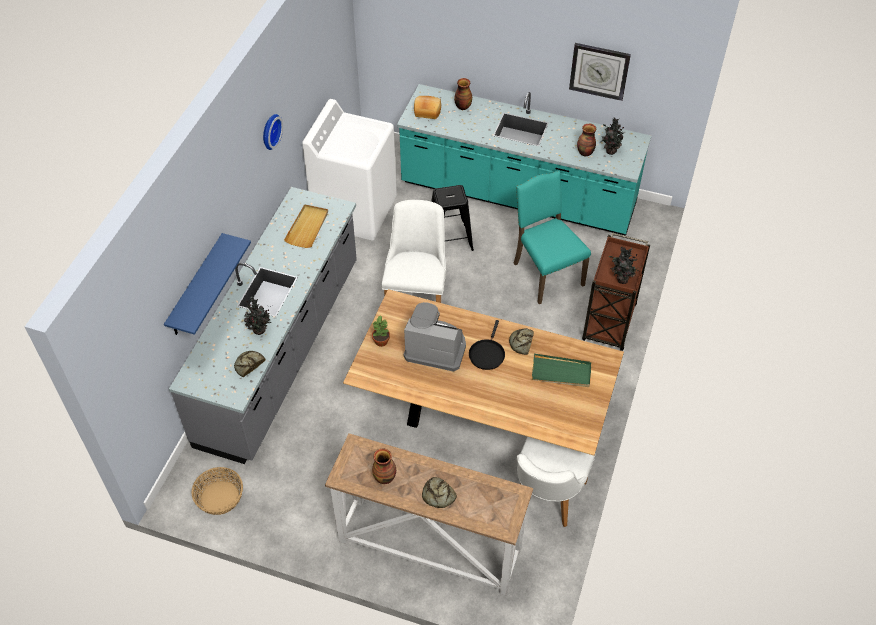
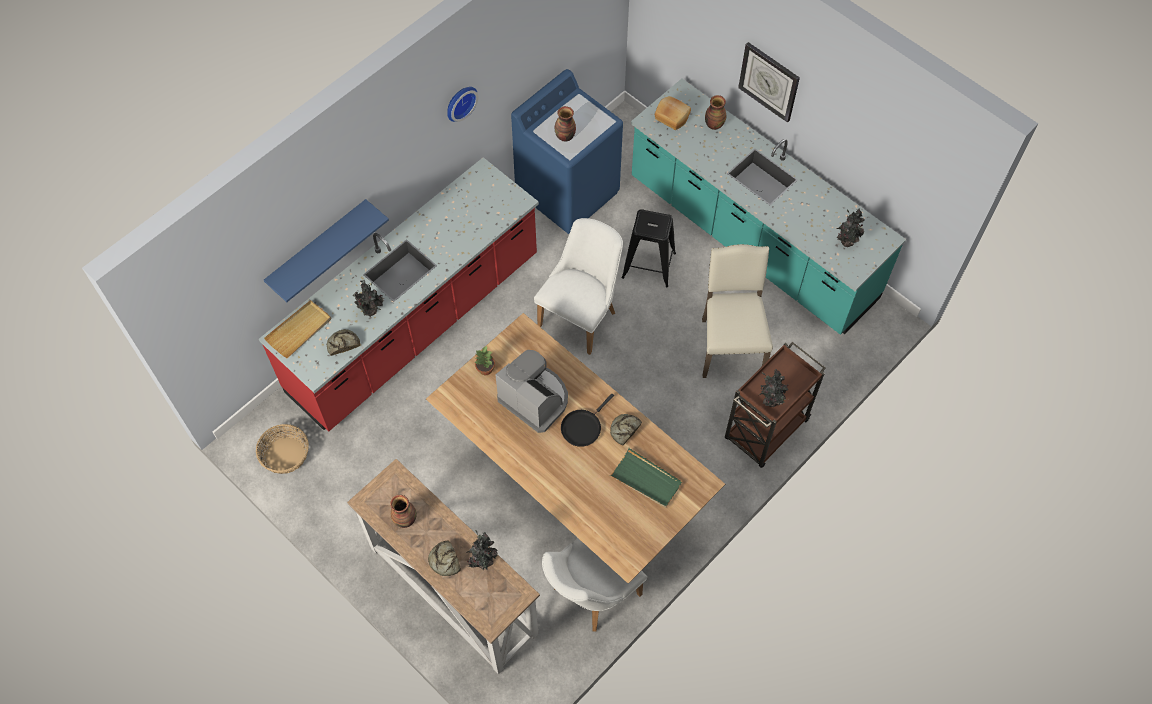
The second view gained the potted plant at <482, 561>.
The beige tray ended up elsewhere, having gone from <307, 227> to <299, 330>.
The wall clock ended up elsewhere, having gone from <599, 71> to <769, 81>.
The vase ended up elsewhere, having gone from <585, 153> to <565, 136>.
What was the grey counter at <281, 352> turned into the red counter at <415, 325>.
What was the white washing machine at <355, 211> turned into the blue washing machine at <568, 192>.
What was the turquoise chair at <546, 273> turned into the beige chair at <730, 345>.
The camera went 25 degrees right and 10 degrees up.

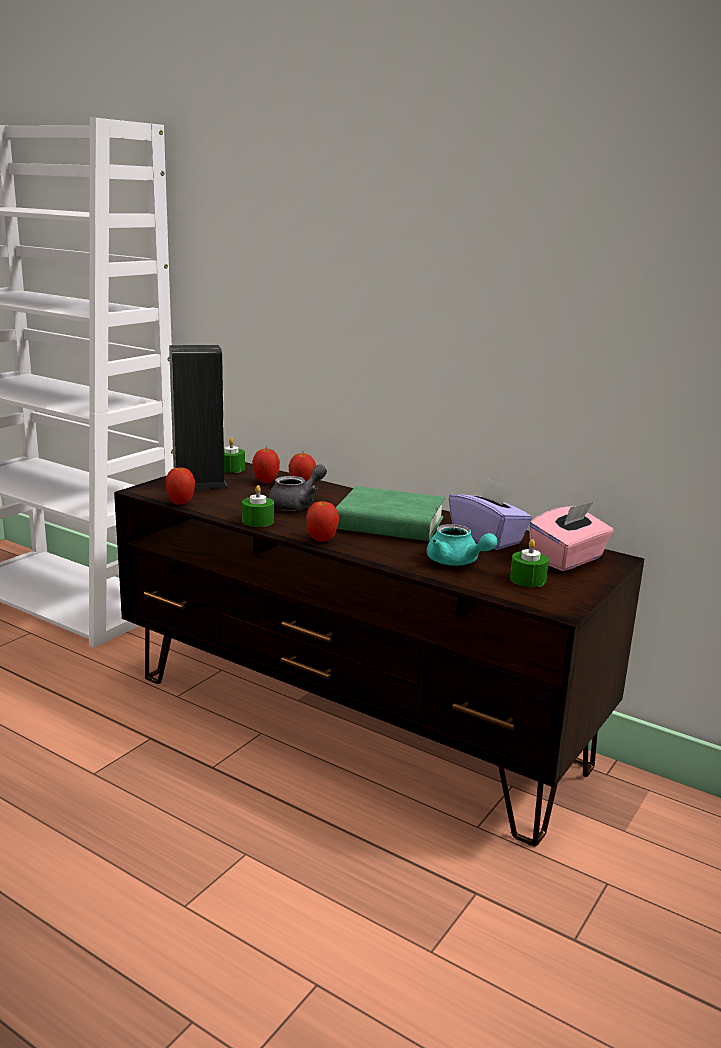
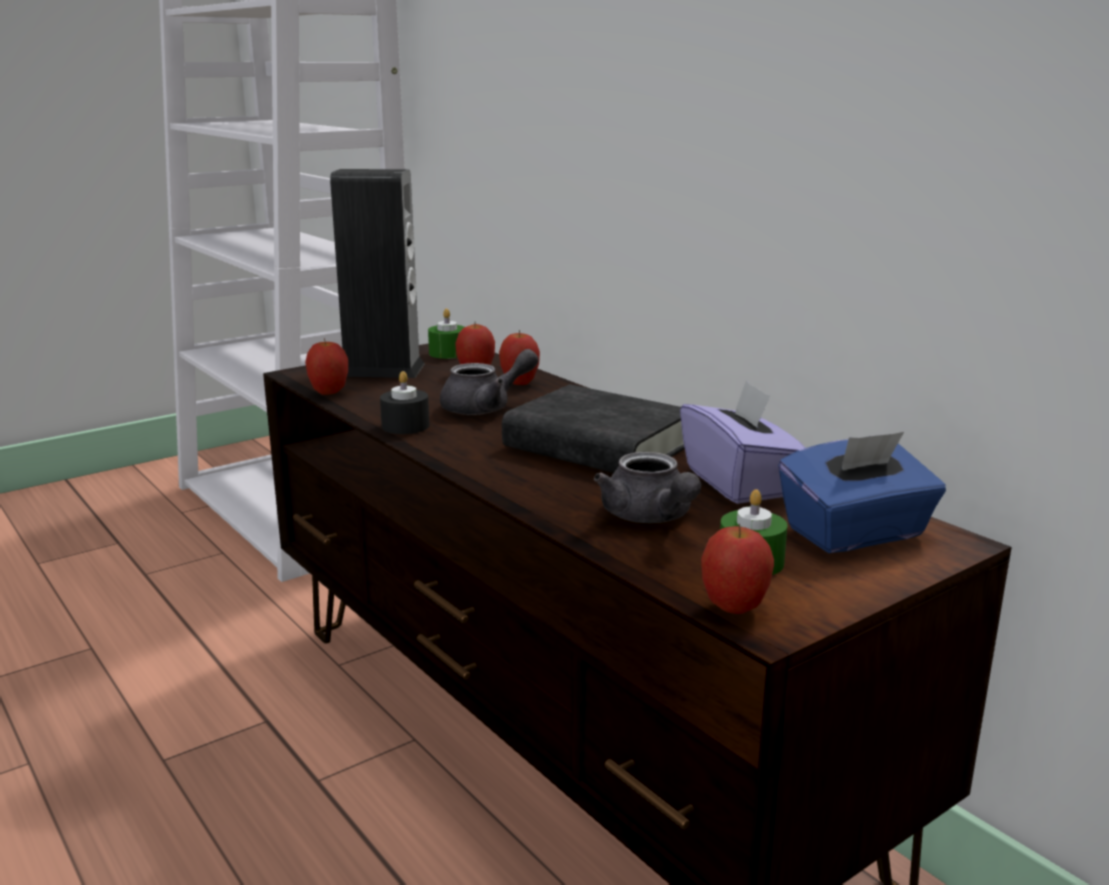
The apple ended up elsewhere, having gone from <322, 540> to <734, 609>.
What was the green candle at <258, 521> turned into the black candle at <405, 426>.
What was the green book at <390, 524> turned into the black book at <598, 446>.
What was the turquoise teapot at <457, 562> turned into the grey teapot at <650, 518>.
What was the pink tissue box at <568, 559> turned into the blue tissue box at <856, 533>.
The camera went 20 degrees right and 0 degrees up.

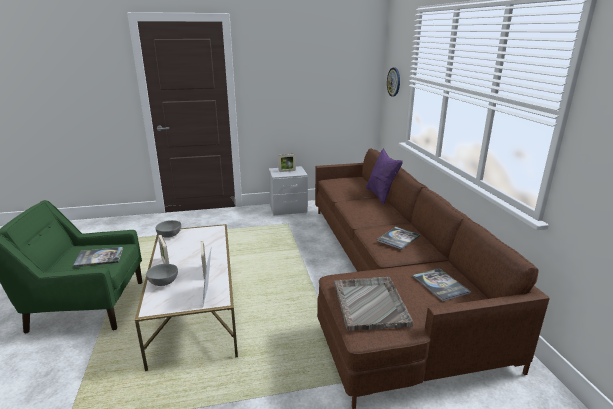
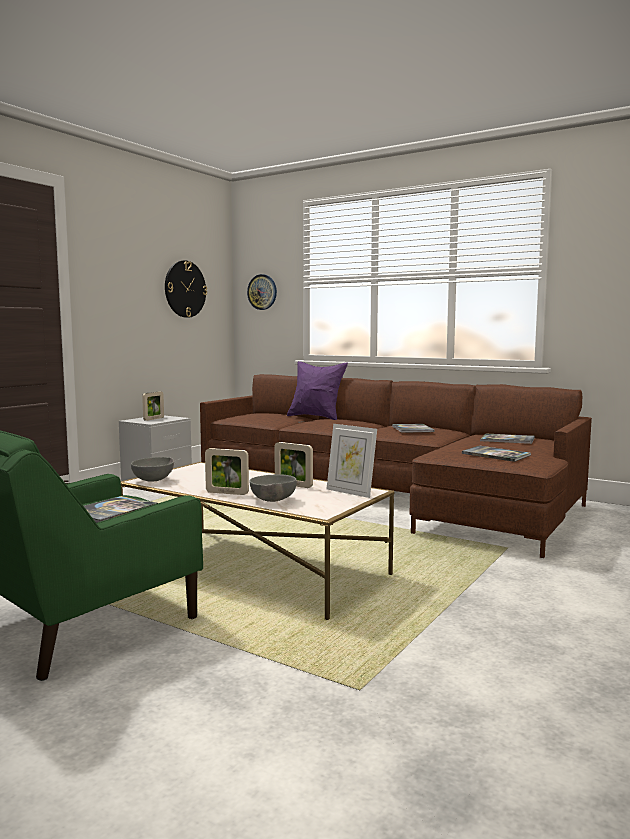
The second view gained the wall clock at <185, 289>.
Where the grey tray stood at <370, 303>, the book came to stand at <496, 455>.
The camera went 45 degrees left and 15 degrees down.

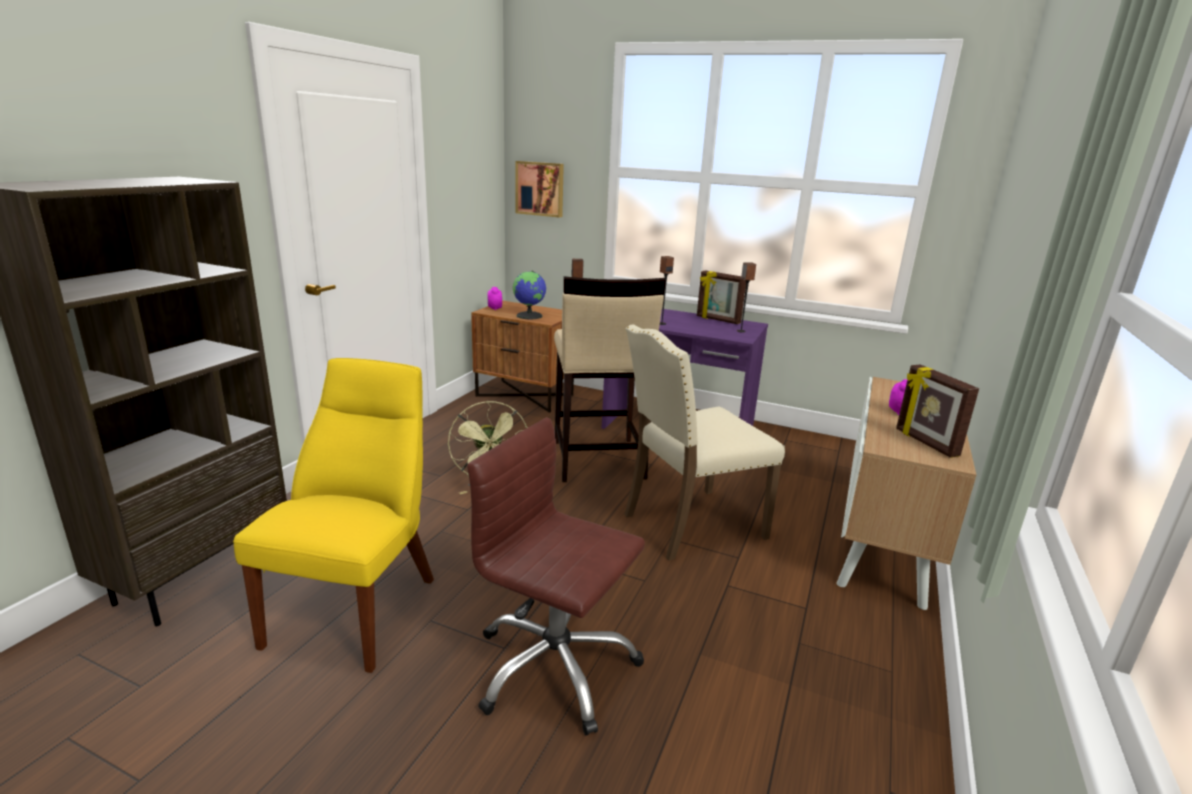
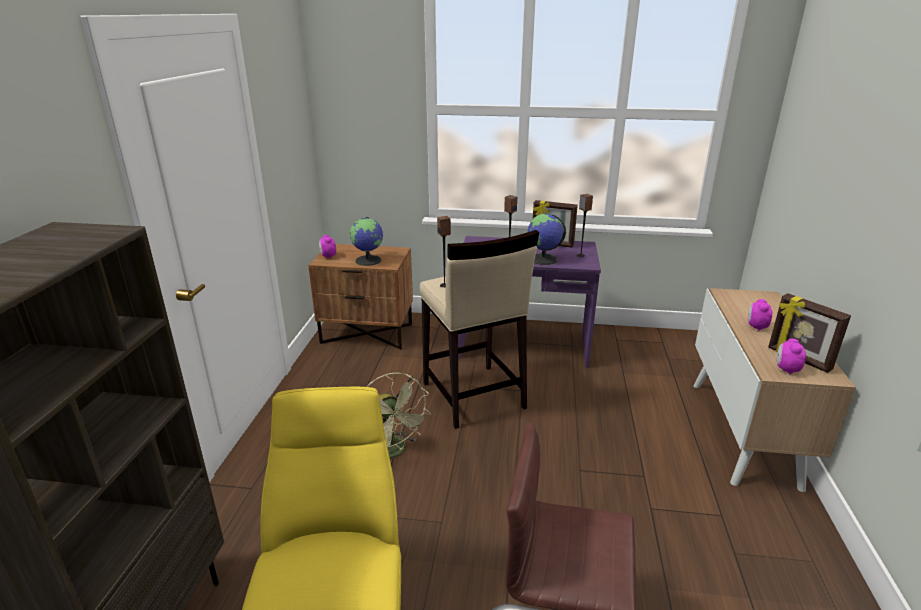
The second view lost the picture at <540, 189>.
The second view lost the beige chair at <690, 525>.
The second view gained the globe at <543, 259>.
The second view gained the alarm clock at <786, 369>.
The camera went 15 degrees left and 5 degrees up.

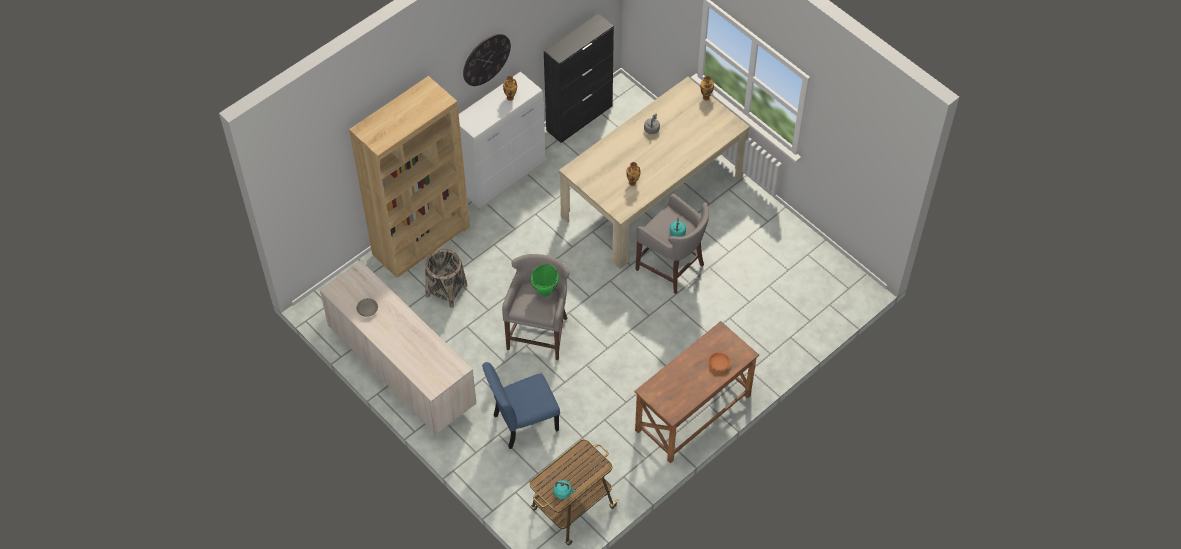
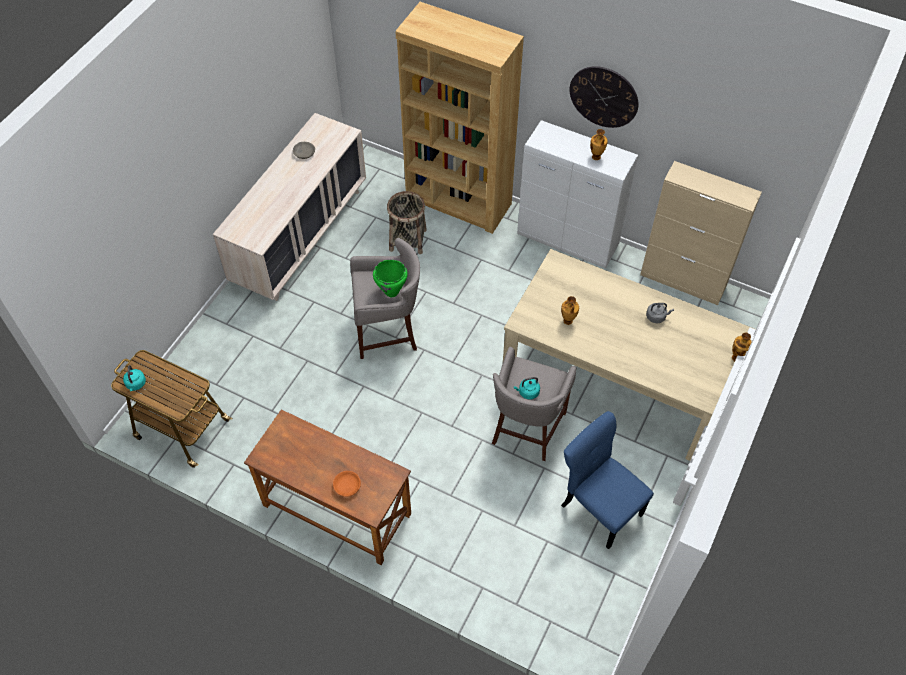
The blue chair ended up elsewhere, having gone from <523, 423> to <599, 507>.
What was the black cabinet at <580, 118> turned into the beige cabinet at <683, 281>.
The camera went 70 degrees right and 0 degrees up.

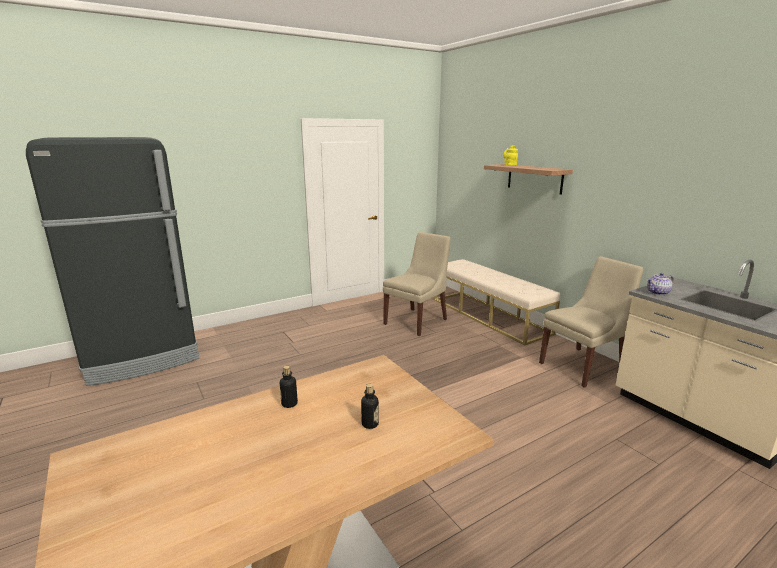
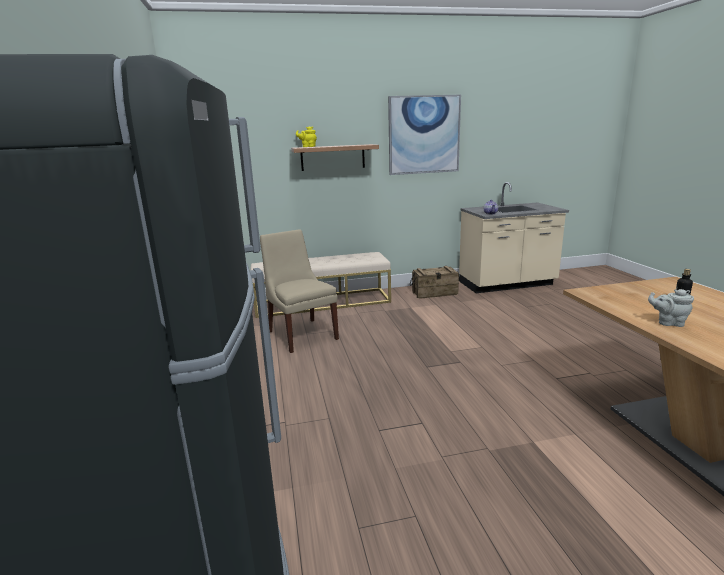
The second view gained the picture at <424, 135>.
Where the bottle stood at <289, 403>, the grey teapot came to stand at <668, 323>.
Where the beige chair stood at <583, 366>, the crate came to stand at <434, 293>.
The camera went 70 degrees left and 0 degrees up.

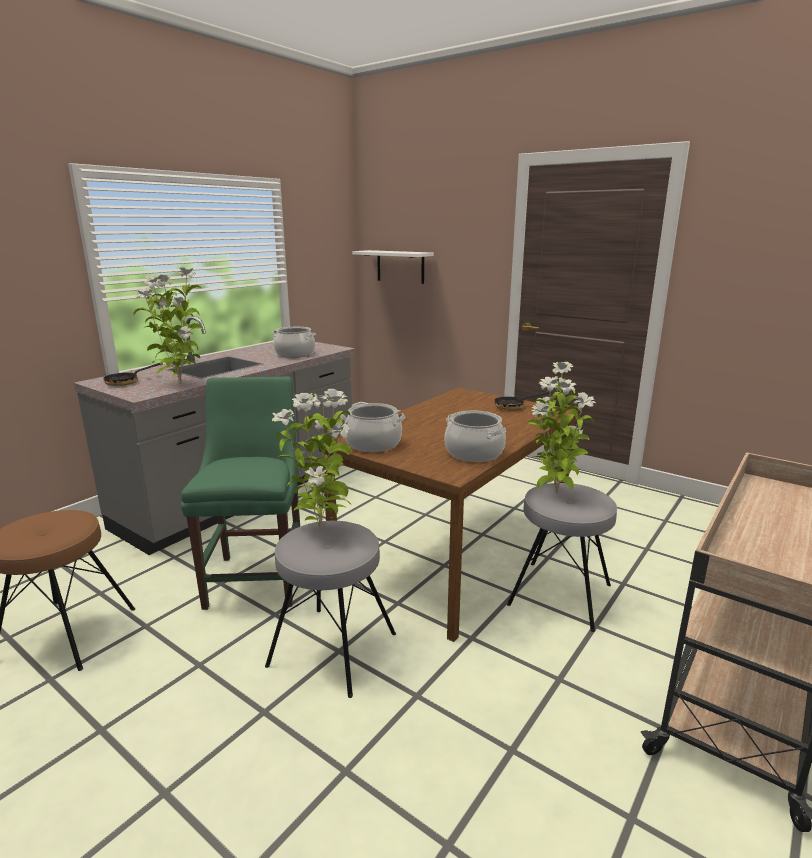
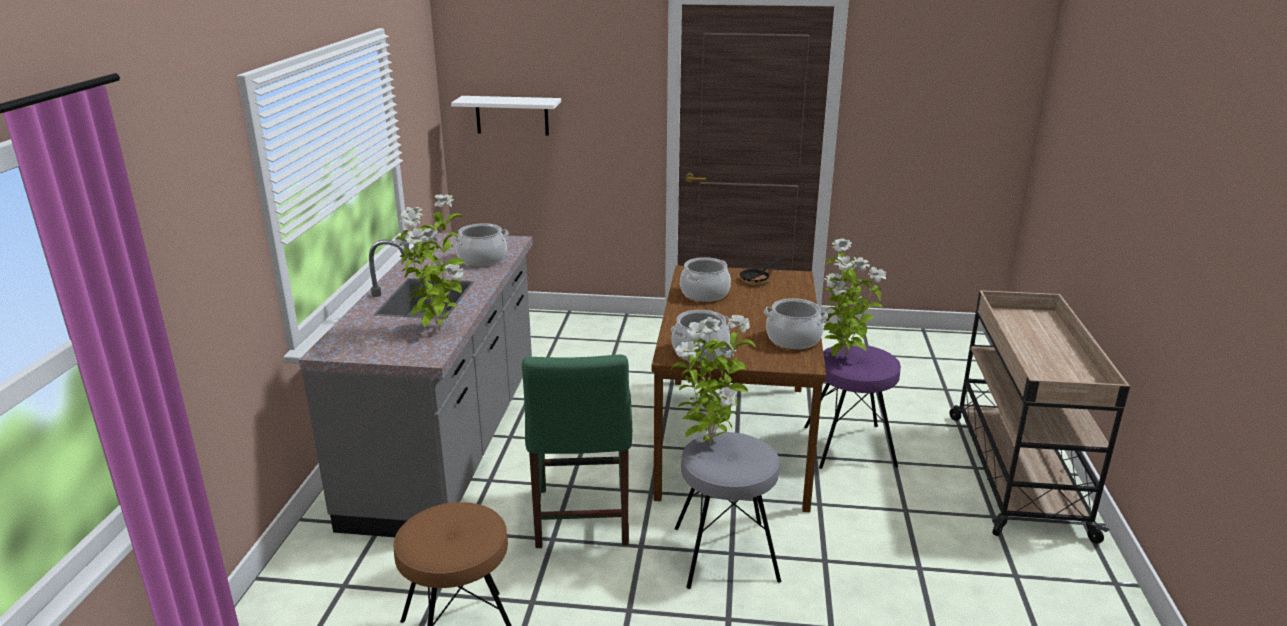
The second view lost the frying pan at <127, 382>.
The second view gained the cooking pot at <705, 294>.
What was the grey stool at <559, 594> turned into the purple stool at <849, 446>.
The green chair at <258, 577> ended up facing another way, 150 degrees counterclockwise from before.
The camera went 30 degrees left and 5 degrees up.

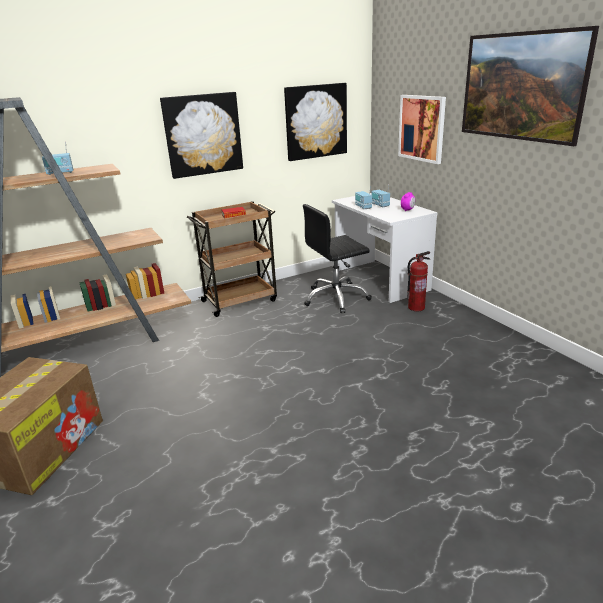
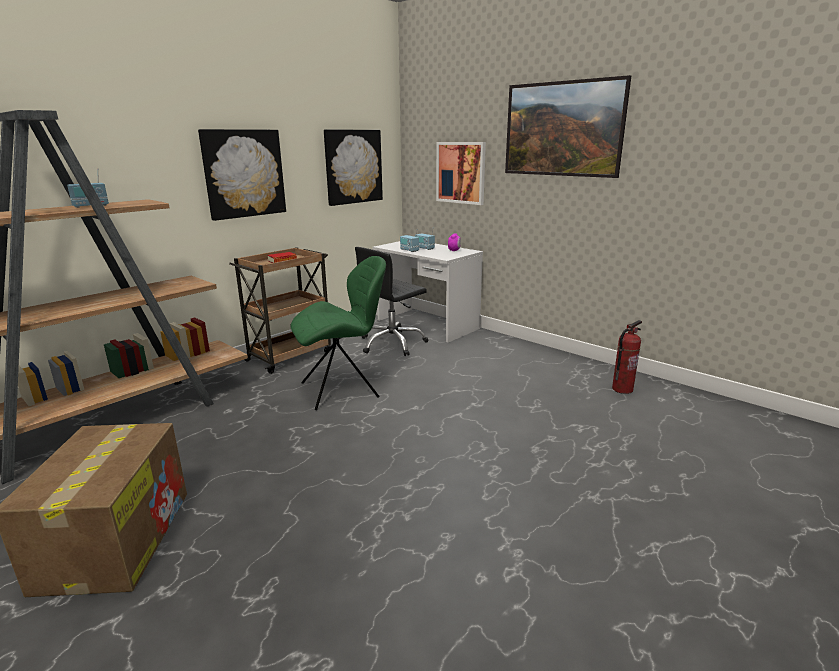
The second view gained the green chair at <342, 389>.
The fire extinguisher ended up elsewhere, having gone from <416, 307> to <622, 389>.
The camera went 20 degrees left and 5 degrees down.

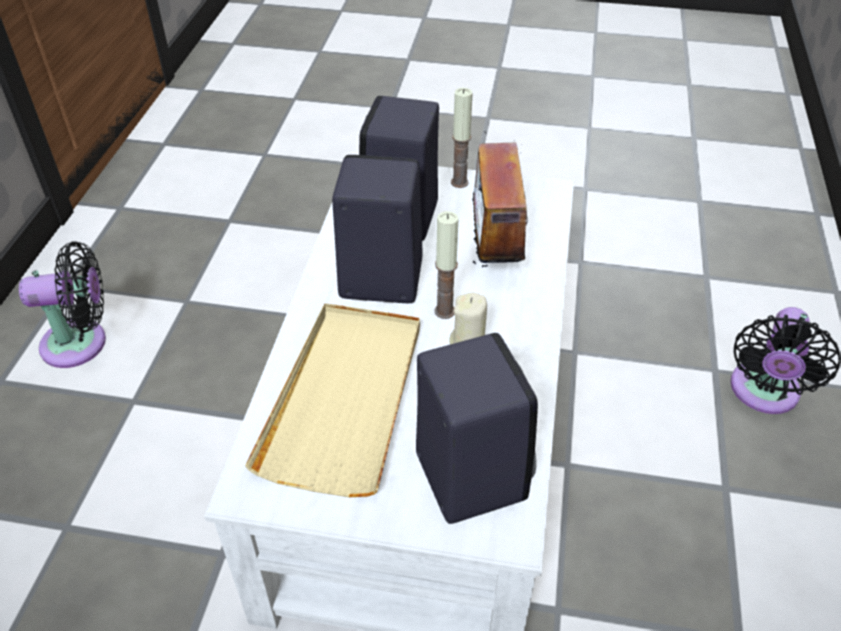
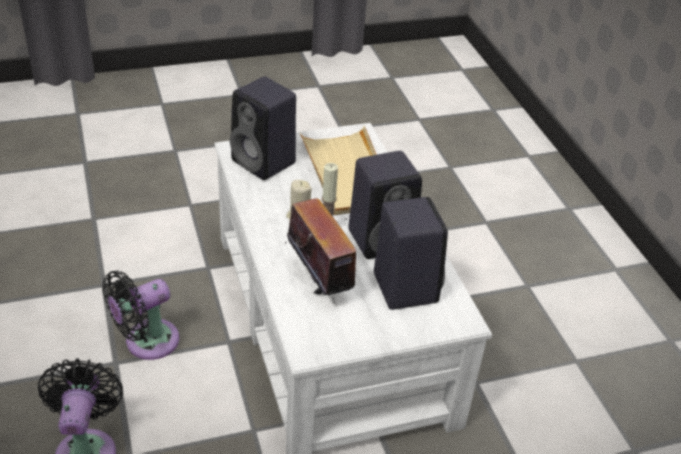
The second view lost the candle at <459, 182>.
The black fan ended up elsewhere, having gone from <81, 343> to <146, 342>.
The camera went 150 degrees right and 5 degrees down.

